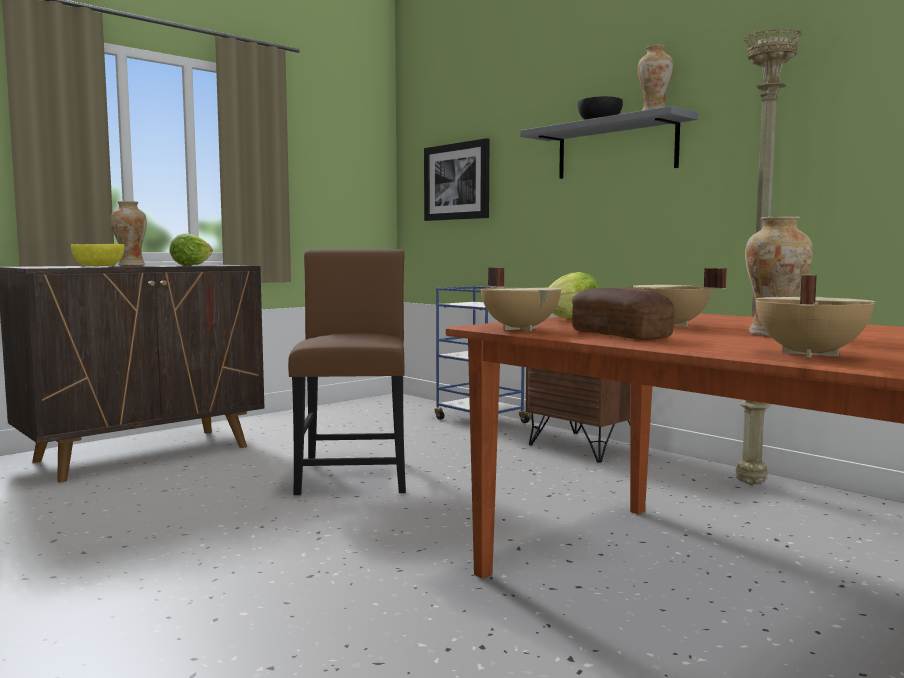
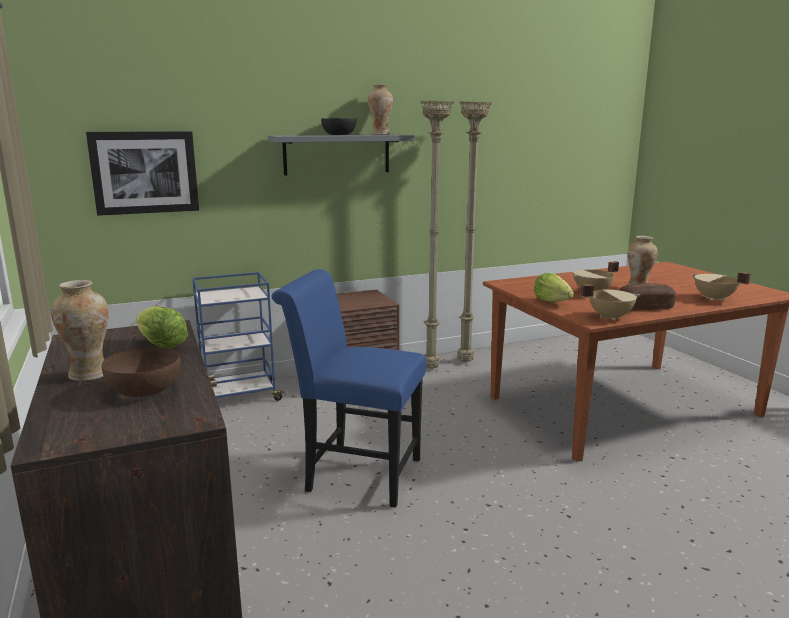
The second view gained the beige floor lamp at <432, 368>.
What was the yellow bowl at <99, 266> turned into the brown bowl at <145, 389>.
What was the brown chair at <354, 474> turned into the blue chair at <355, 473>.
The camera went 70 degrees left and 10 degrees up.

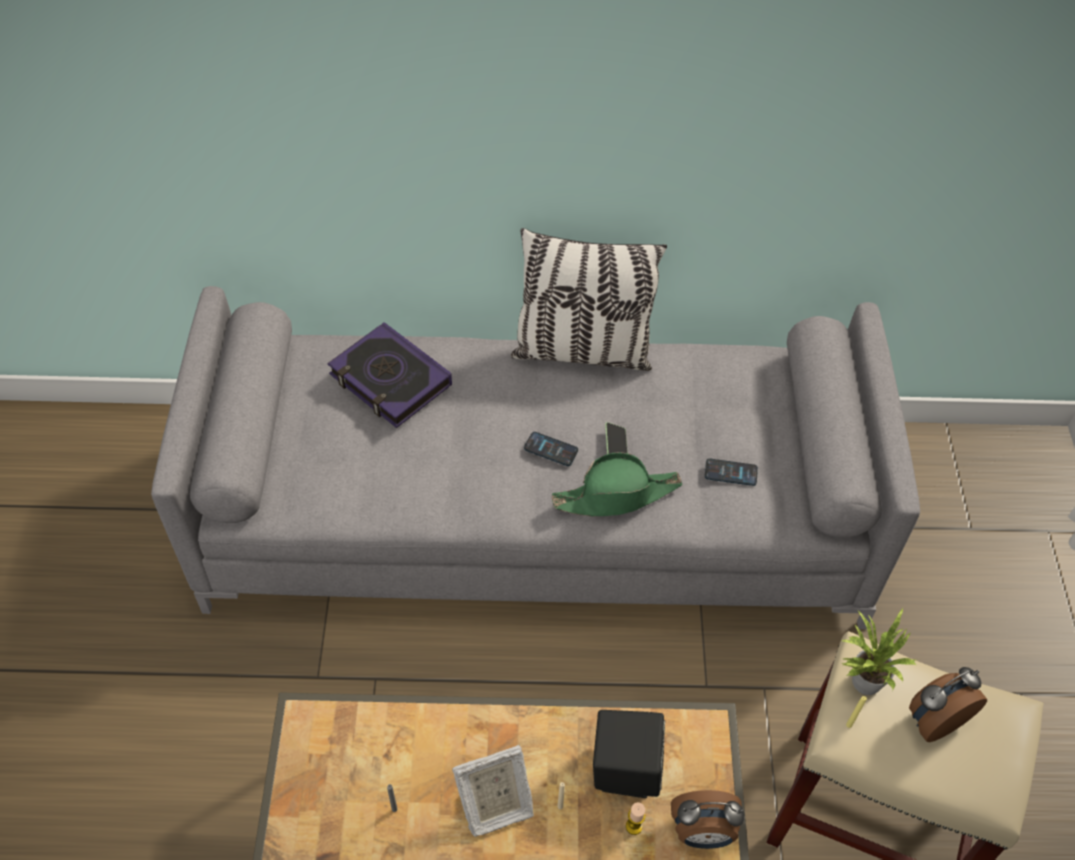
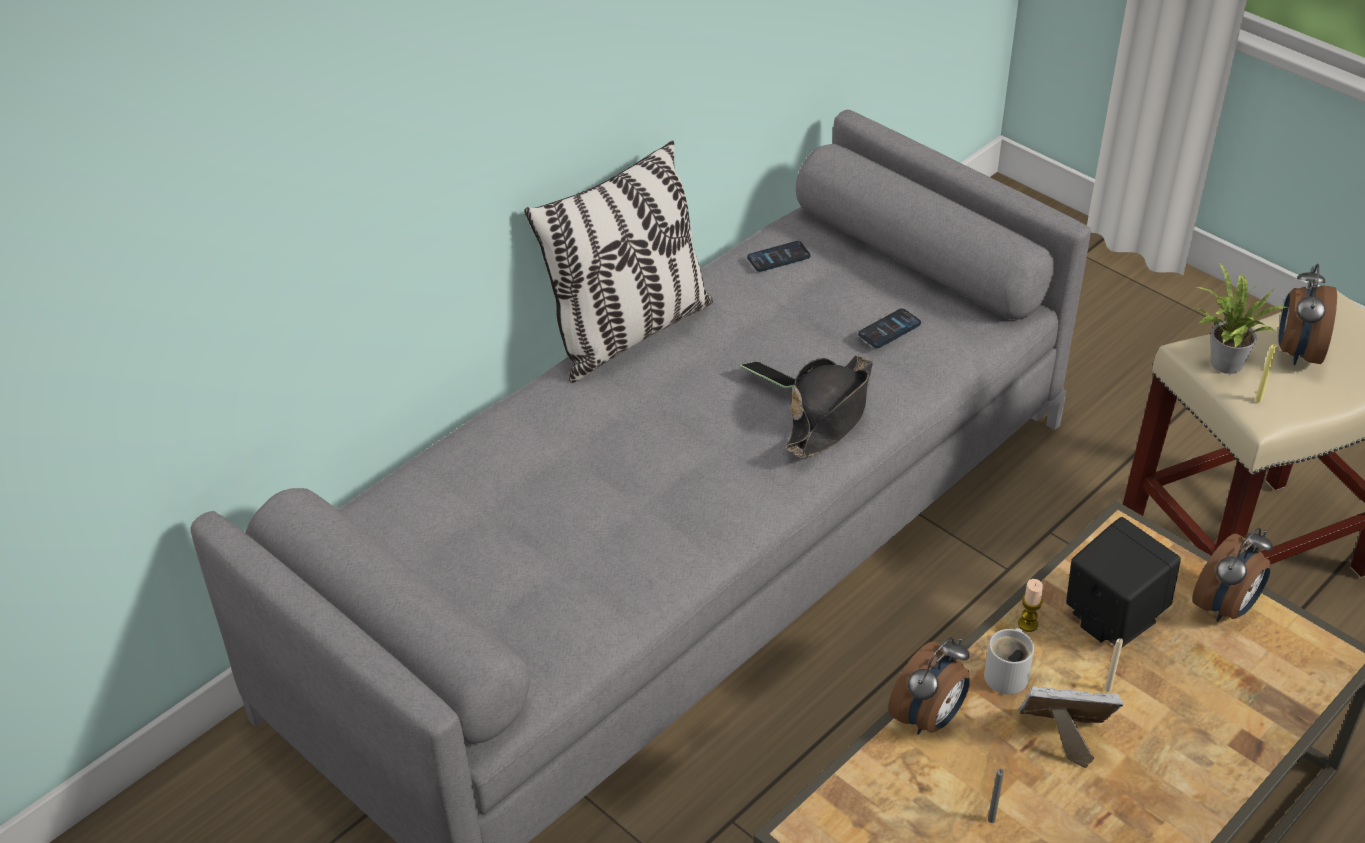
The second view lost the book at <390, 380>.
The second view gained the alarm clock at <929, 718>.
The second view gained the white mug at <1009, 674>.
The phone ended up elsewhere, having gone from <551, 449> to <778, 257>.
The candle ended up elsewhere, having gone from <634, 826> to <1028, 624>.
What was the green hat at <617, 495> turned into the black hat at <830, 414>.
The picture frame at <494, 806> ended up facing another way, 105 degrees counterclockwise from before.
The camera went 45 degrees left and 10 degrees down.

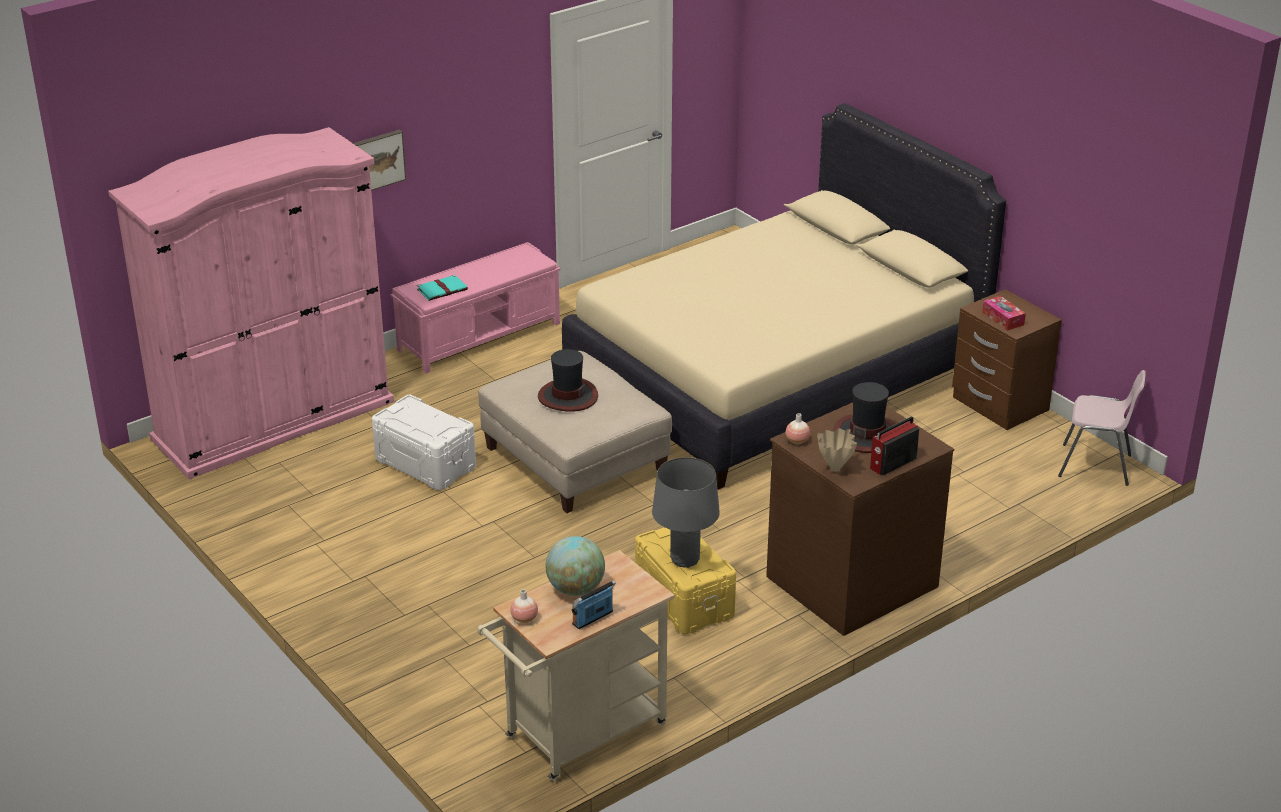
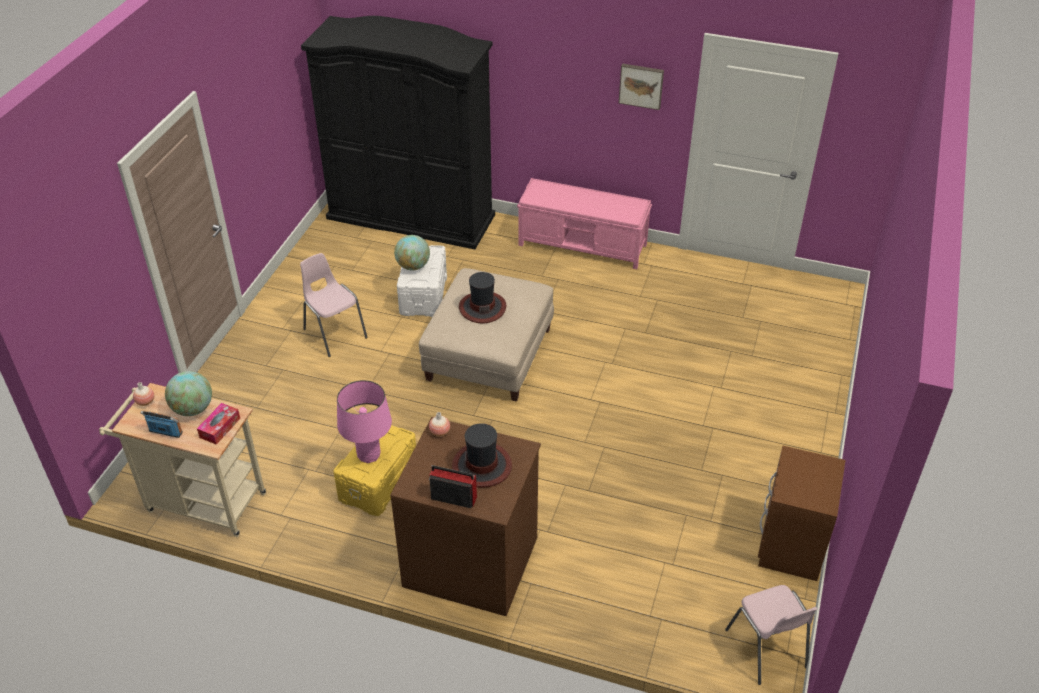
The second view lost the turquoise book at <443, 289>.
The second view lost the beige bed at <774, 375>.
The second view lost the beige vase at <834, 469>.
The second view gained the pink chair at <334, 333>.
The second view gained the globe at <413, 266>.
The picture ended up elsewhere, having gone from <378, 160> to <641, 85>.
The tissue box ended up elsewhere, having gone from <1003, 318> to <220, 428>.
What was the pink wardrobe at <273, 420> turned into the black wardrobe at <411, 216>.
What was the grey table lamp at <685, 559> turned into the pink table lamp at <369, 455>.
The camera went 55 degrees right and 10 degrees up.

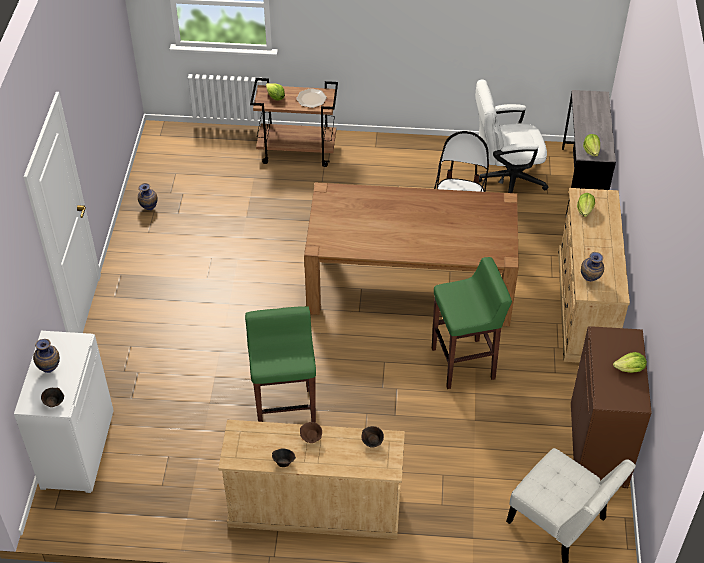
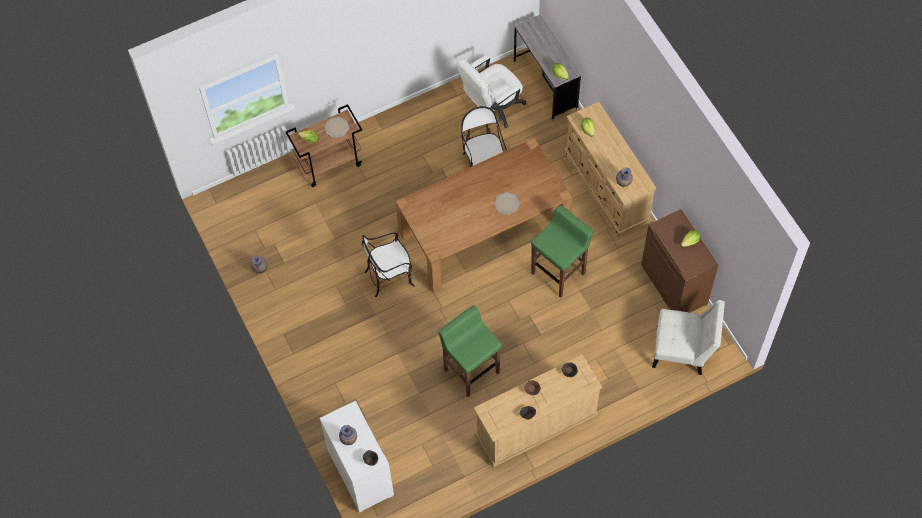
The second view gained the chair at <389, 276>.
The second view gained the plate at <506, 203>.
The camera went 30 degrees left and 15 degrees up.

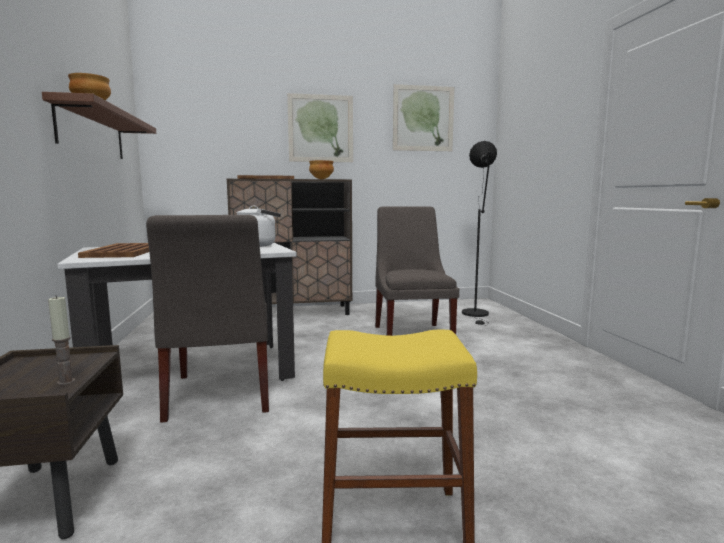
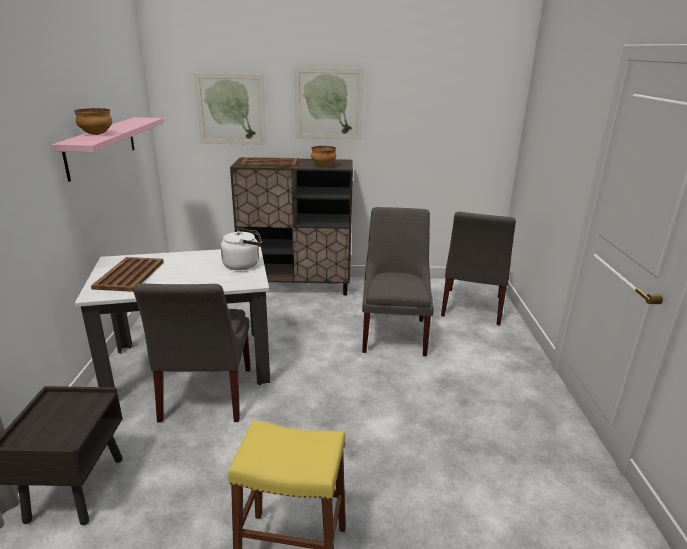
The second view lost the candle at <66, 382>.
The picture ended up elsewhere, having gone from <423, 118> to <231, 109>.
Where the black floor lamp stood at <477, 315>, the grey chair came to stand at <471, 308>.
What was the brown shelf at <92, 132> turned into the pink shelf at <102, 146>.
The camera went 10 degrees right and 15 degrees up.

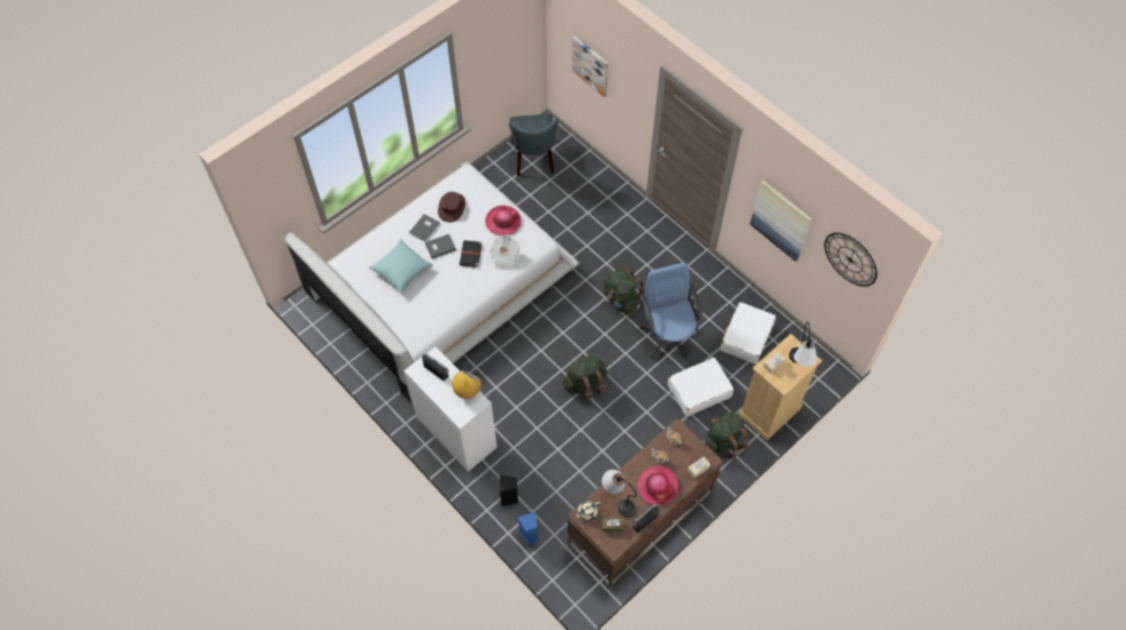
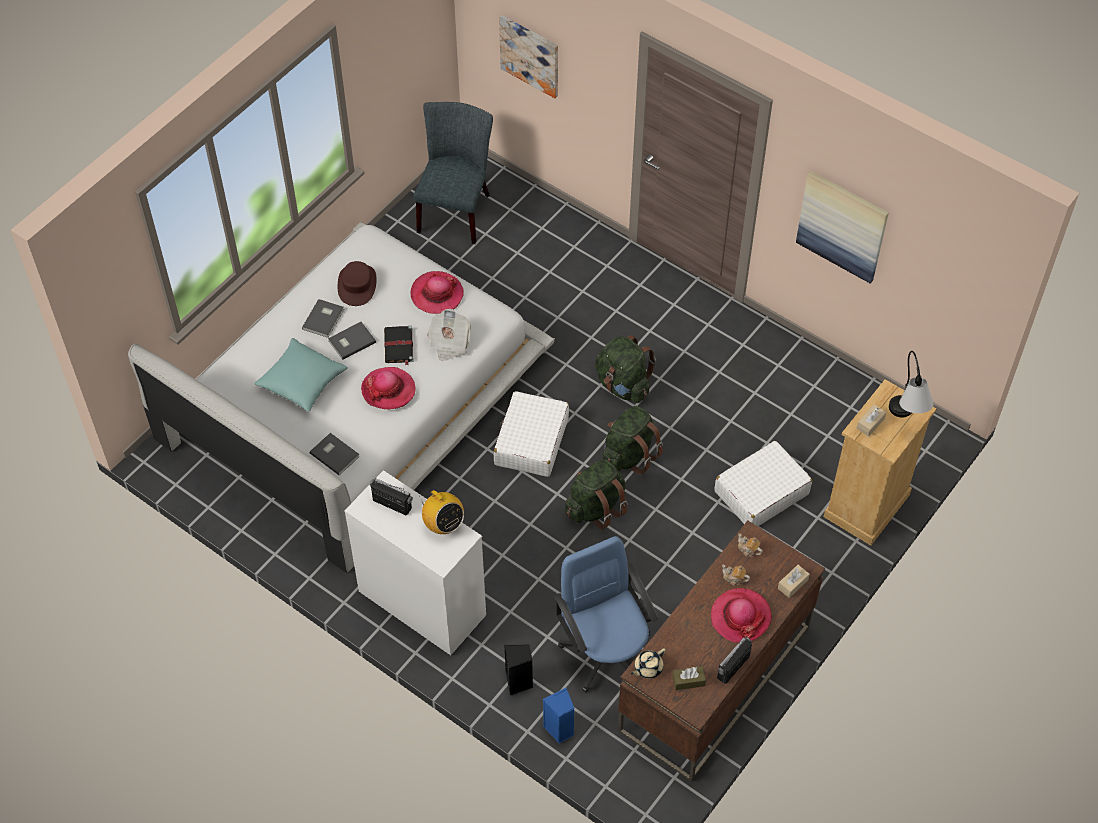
The second view lost the table lamp at <618, 499>.
The second view lost the wall clock at <850, 259>.
The second view gained the grey book at <335, 454>.
The second view gained the hat at <388, 390>.
The blue office chair ended up elsewhere, having gone from <668, 336> to <606, 651>.
The green backpack ended up elsewhere, having gone from <723, 441> to <629, 455>.
The white suitcase ended up elsewhere, having gone from <746, 337> to <531, 441>.
The radio at <467, 391> ended up facing another way, 120 degrees clockwise from before.
The grey chair at <534, 160> ended up facing another way, 150 degrees counterclockwise from before.
The camera went 10 degrees left and 5 degrees down.

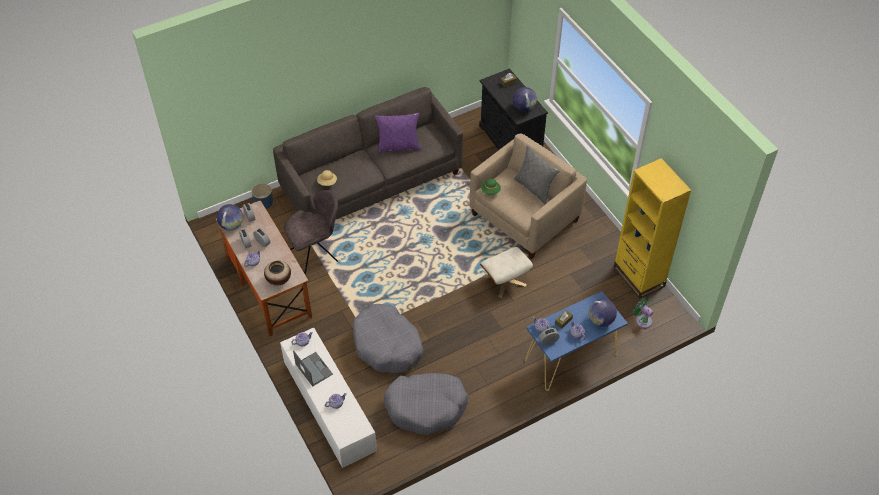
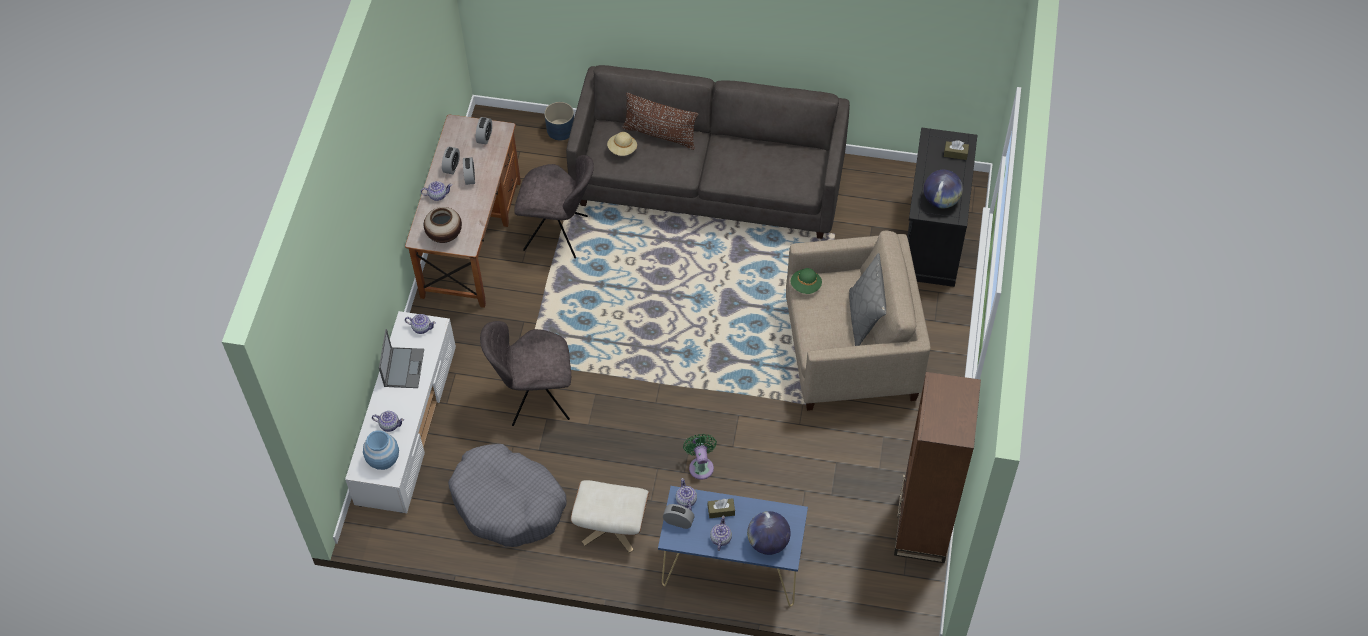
The second view lost the globe at <231, 225>.
The second view lost the purple pillow at <398, 146>.
The second view gained the blue vase at <383, 459>.
The second view gained the brown pillow at <660, 134>.
The beige ottoman ended up elsewhere, having gone from <505, 281> to <611, 526>.
The green fan ended up elsewhere, having gone from <642, 320> to <701, 465>.
Where the grey dog bed stood at <387, 345>, the grey chair came to stand at <535, 398>.
What was the yellow bookcase at <639, 276> turned into the brown bookcase at <922, 527>.
The camera went 40 degrees right and 5 degrees up.

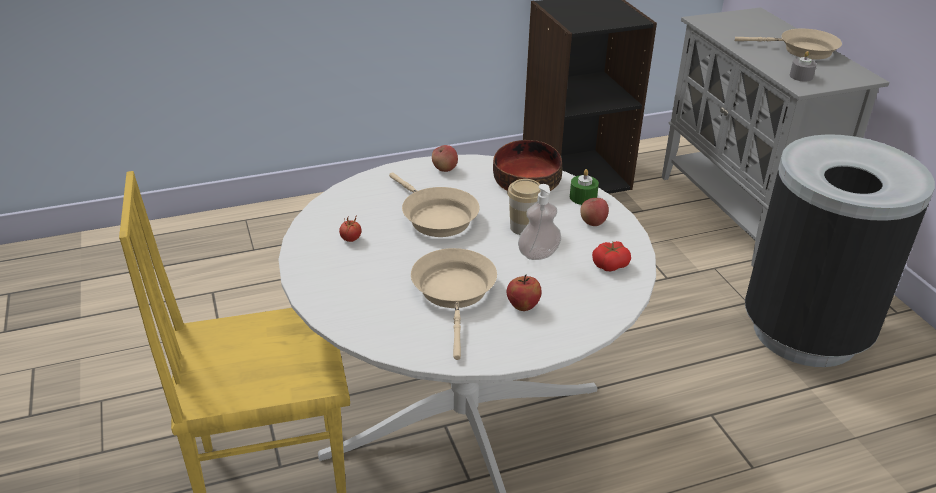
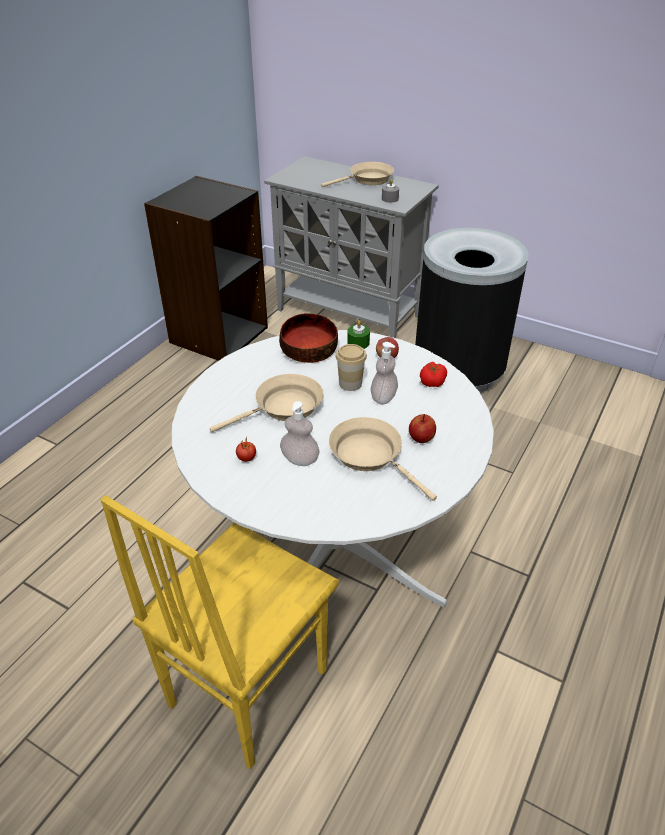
The second view lost the apple at <444, 169>.
The second view gained the soap dispenser at <300, 459>.
The beige frying pan at <435, 217> ended up facing another way, 45 degrees counterclockwise from before.
The camera went 40 degrees left and 5 degrees up.

